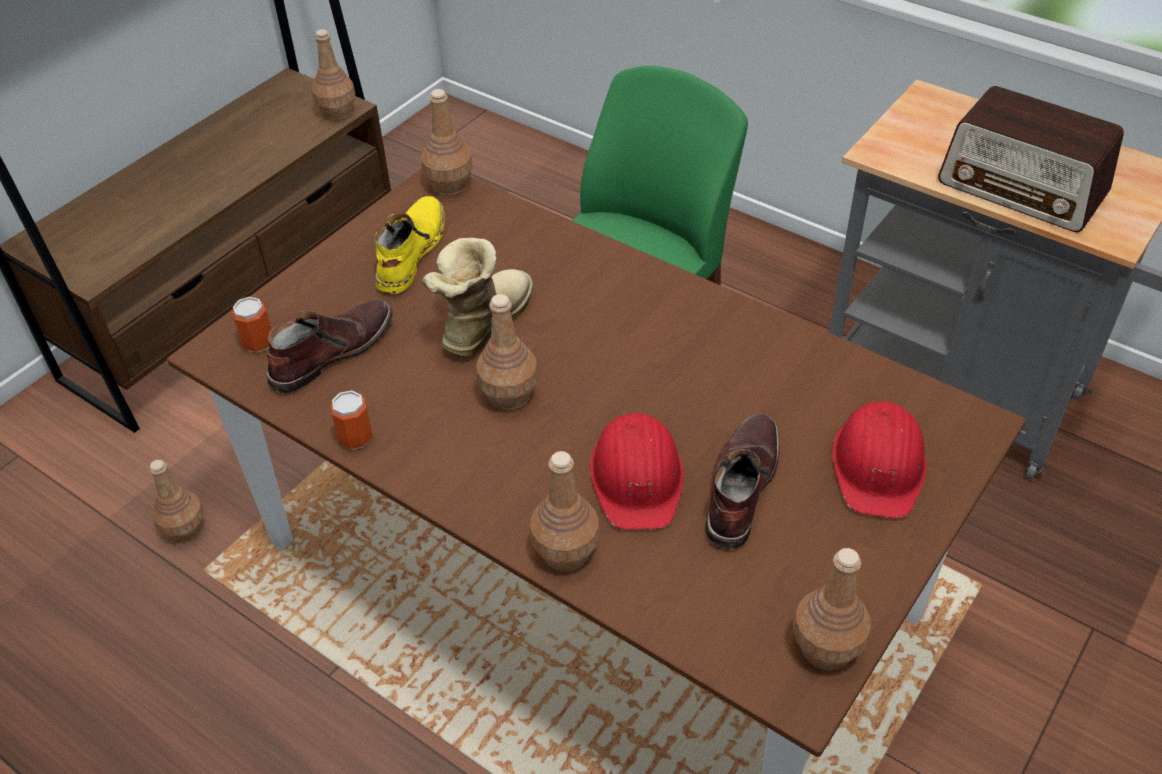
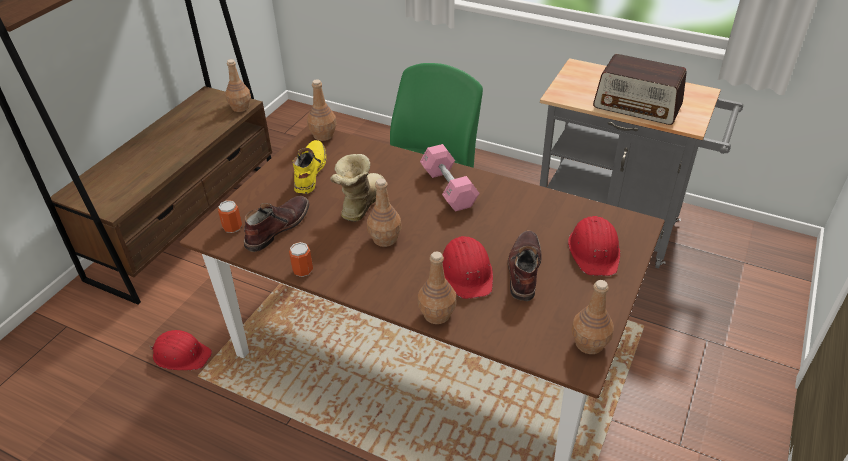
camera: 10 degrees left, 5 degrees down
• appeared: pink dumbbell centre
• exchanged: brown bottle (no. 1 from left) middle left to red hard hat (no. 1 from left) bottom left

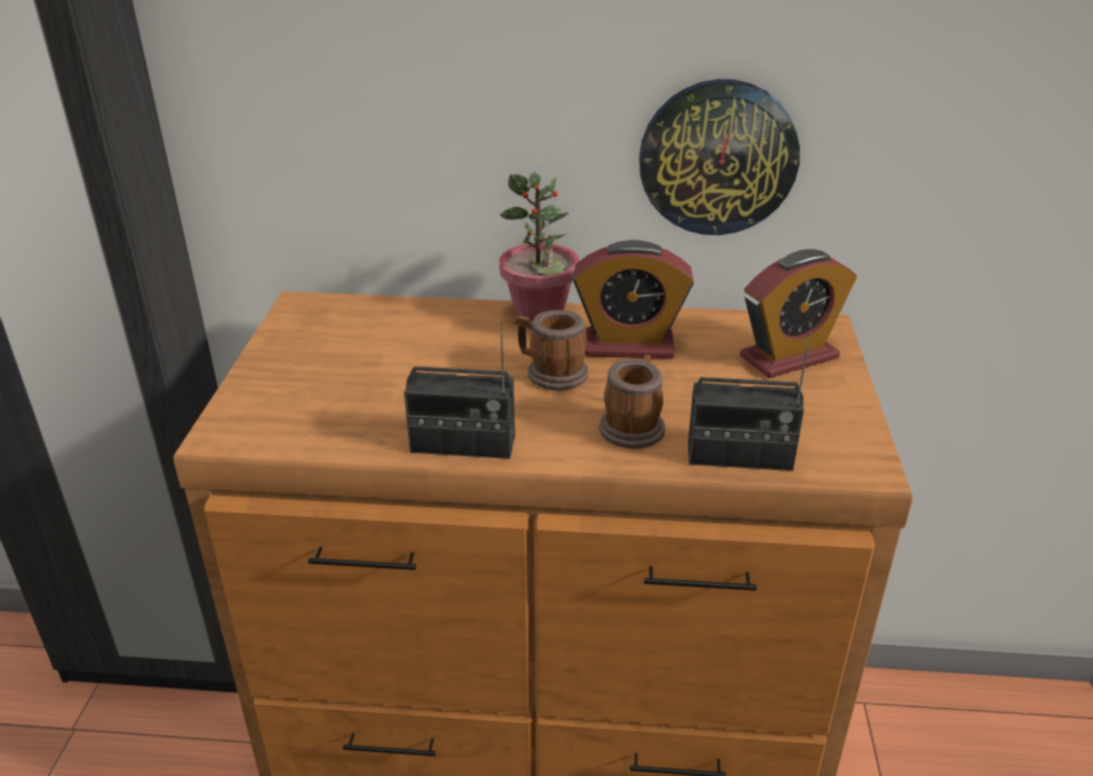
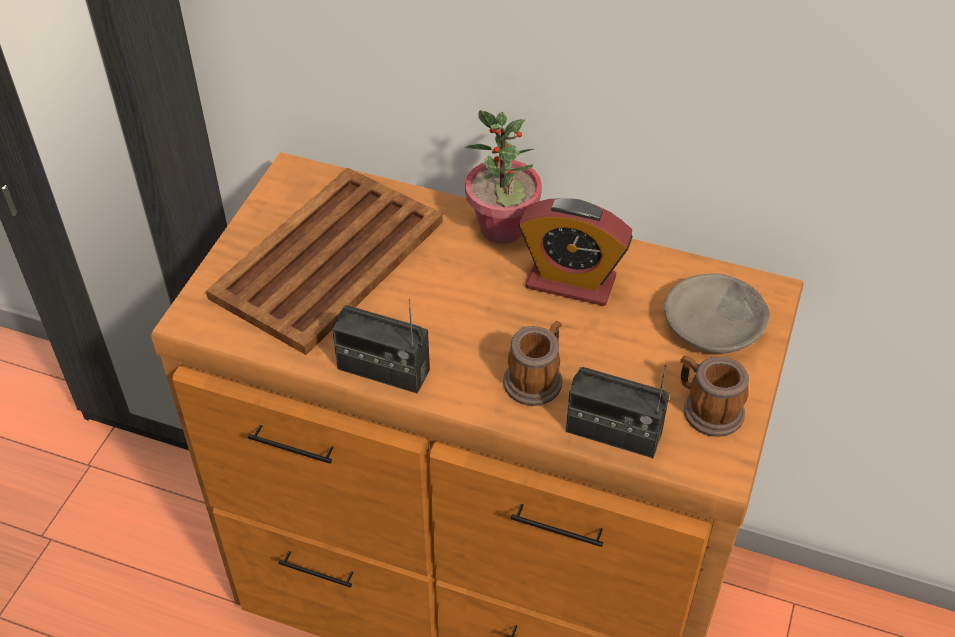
camera: 15 degrees right, 15 degrees up
• missing: wall clock top centre
• appeared: brown tray centre
• relocated: mug (no. 1 from left in the first image) centre to mug (no. 2 from left) middle right
• exchanged: alarm clock (no. 2 from left) middle right to grey bowl middle right

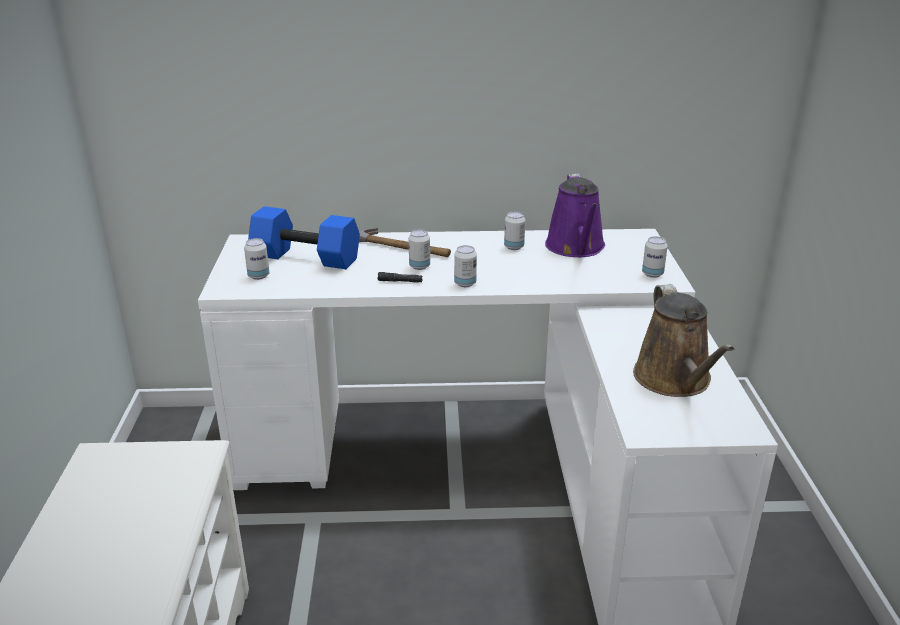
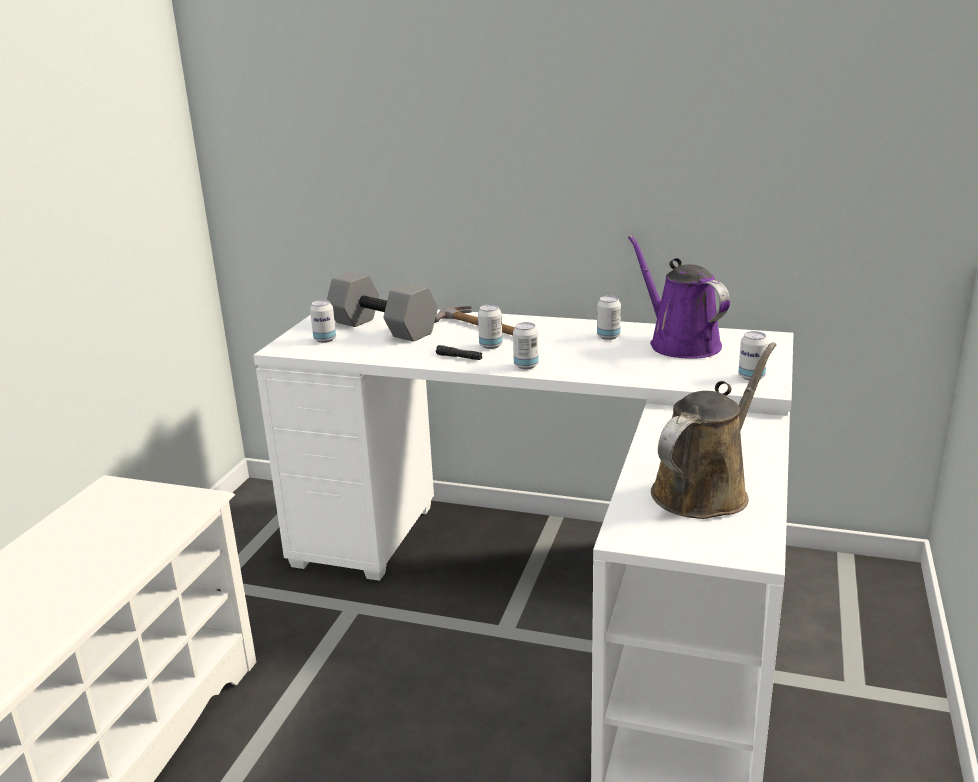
camera: 20 degrees right, 5 degrees down
• colour: blue dumbbell centre to grey dumbbell centre
• spun: purple watering can centre = middle right 135 degrees clockwise
• spun: brown watering can middle right = middle right 150 degrees counterclockwise

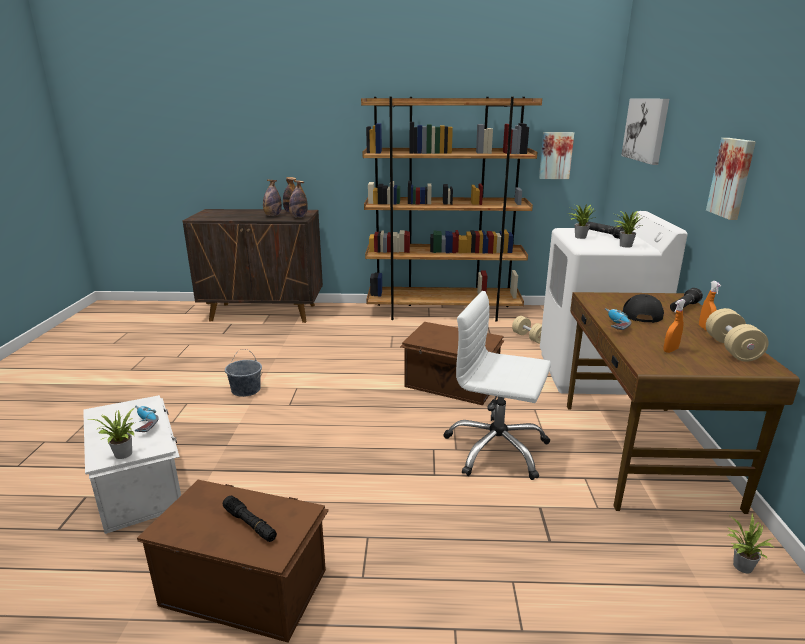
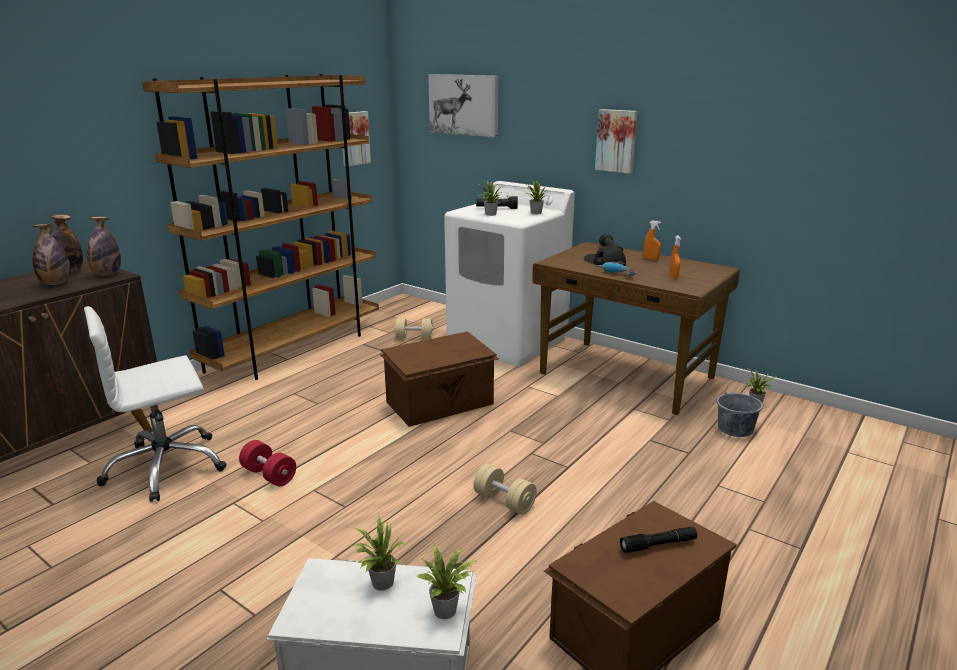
camera: 55 degrees left, 0 degrees up
• appeared: red dumbbell bottom left
• relocated: grey bucket middle left to middle right
• relocated: white office chair centre to middle left
• relocated: beige dumbbell (no. 2 from left) middle right to bottom centre
• exchanged: power drill (no. 1 from left) middle left to potted plant (no. 1 from left) bottom centre

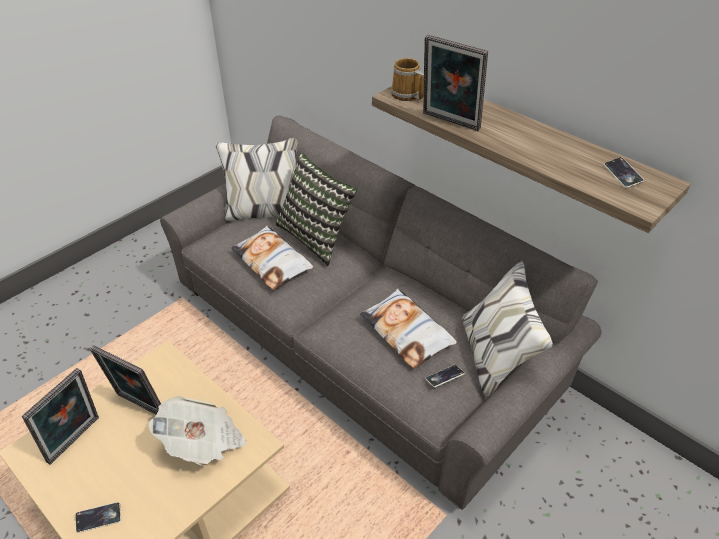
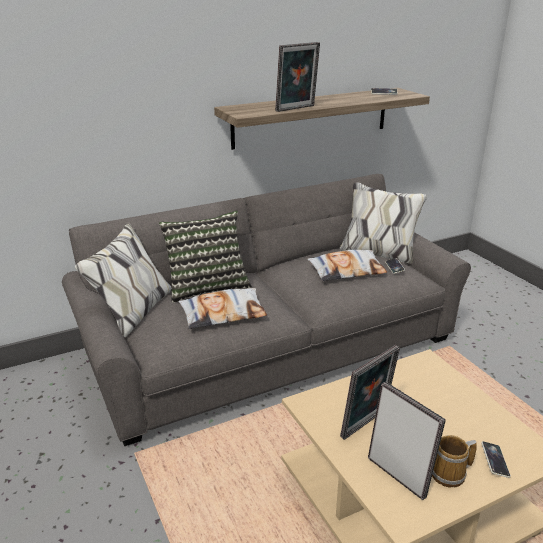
camera: 70 degrees left, 15 degrees down
• missing: newspaper bottom left
• relocated: mug top centre to bottom right

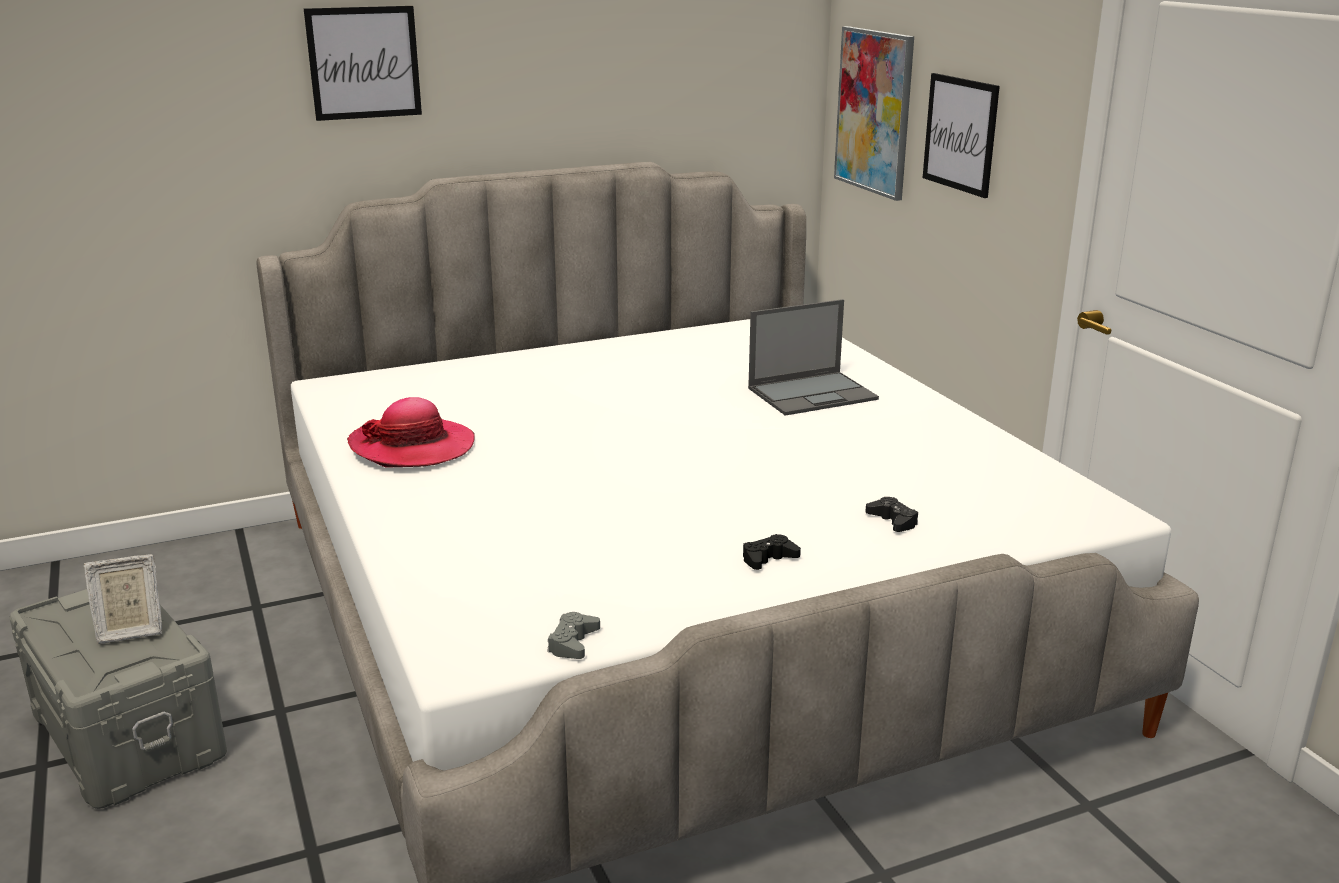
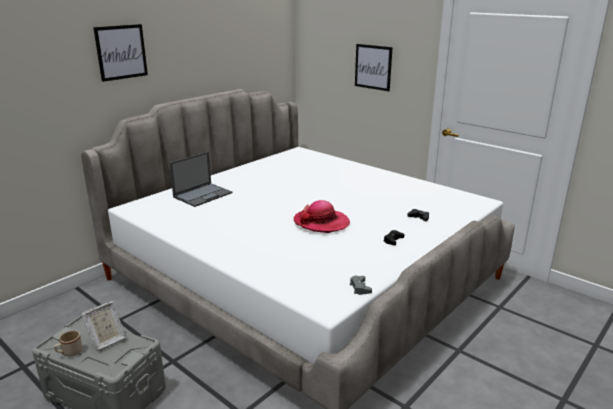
camera: 25 degrees left, 0 degrees up
• missing: picture (no. 2 from left) top centre
• appeared: beige mug bottom left
• relocated: hat middle left to centre
• relocated: laptop centre to middle left

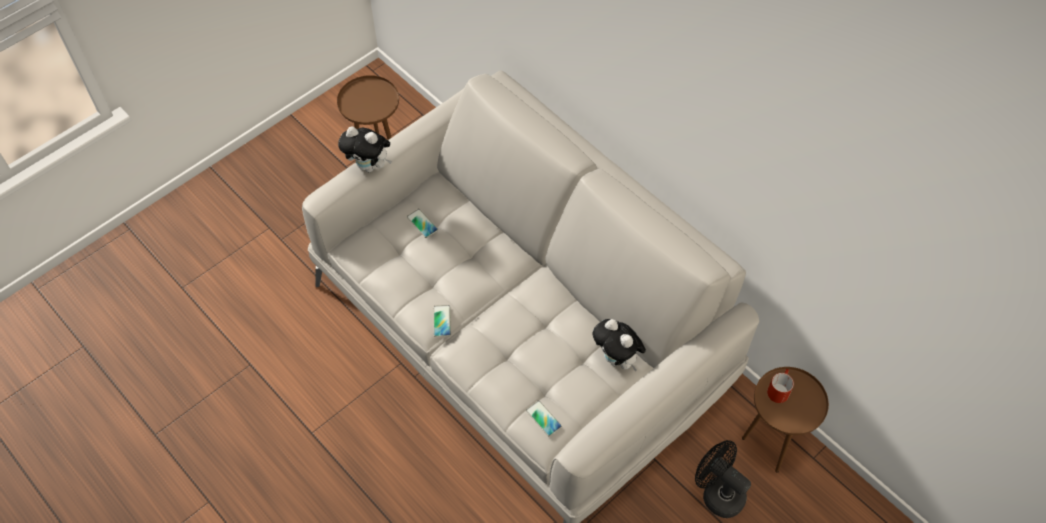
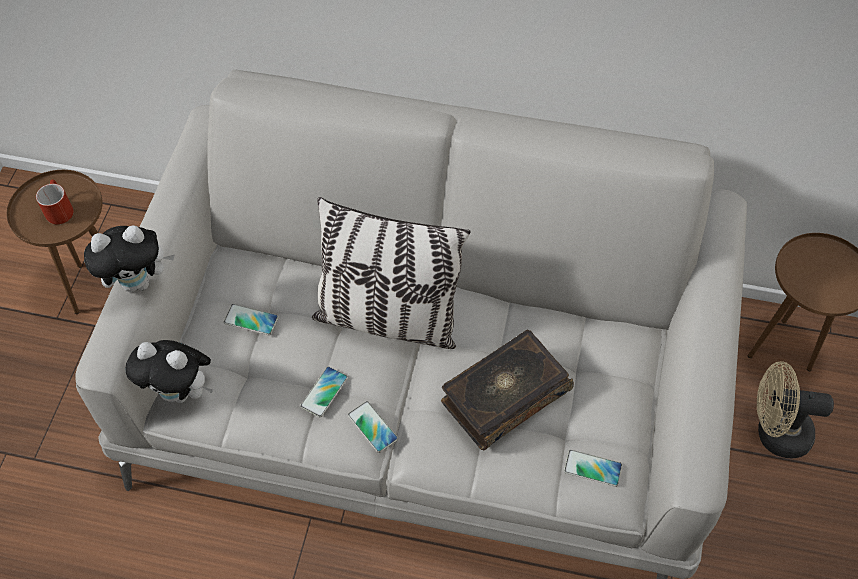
camera: 35 degrees left, 0 degrees up
• appeared: phone (no. 2 from left) bottom centre
• appeared: pillow centre
• appeared: book bottom centre
• relocated: plush toy (no. 2 from left) centre to middle left
• relocated: red mug bottom right to middle left
• colour: black fan bottom right to beige fan bottom right

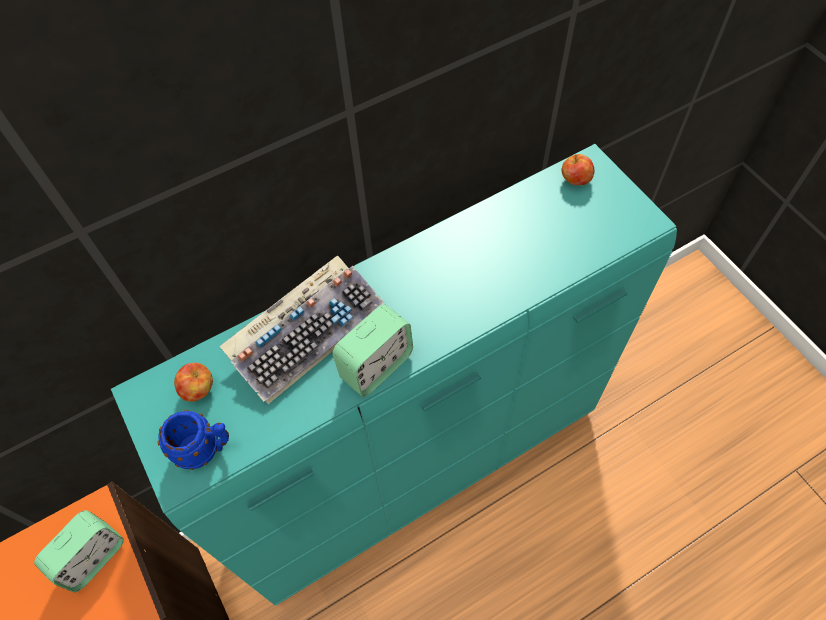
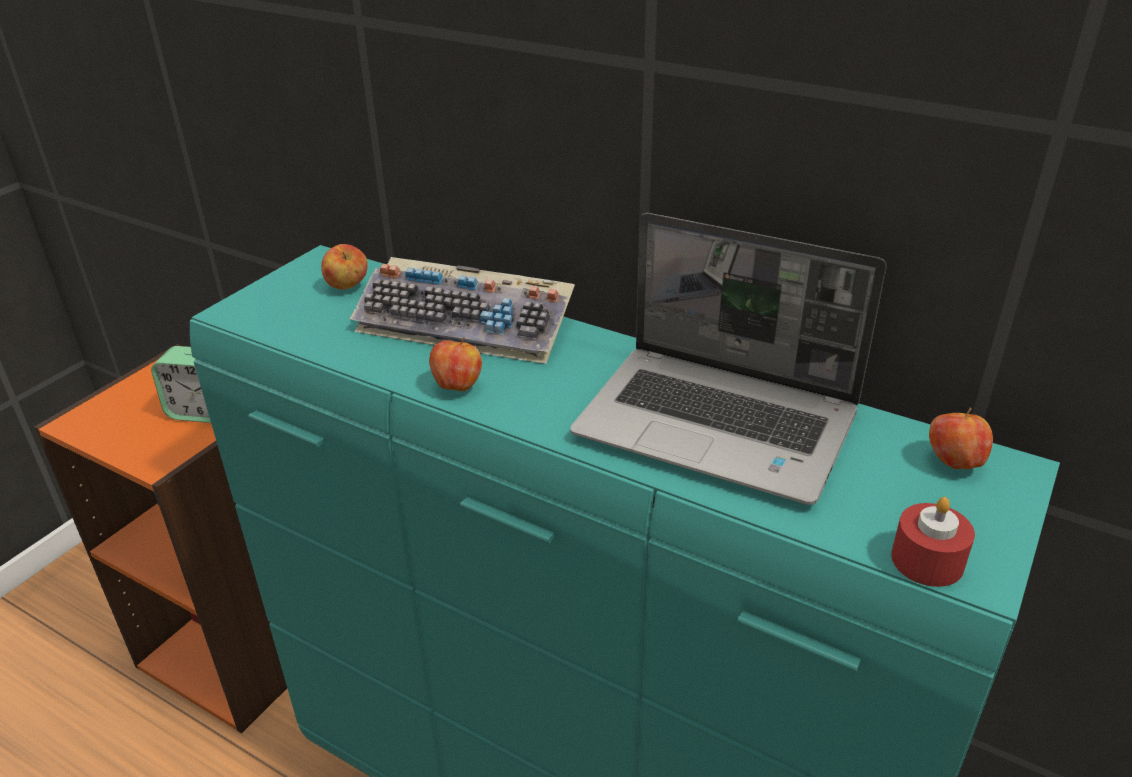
camera: 60 degrees right, 25 degrees down
• missing: blue mug bottom left
• appeared: laptop centre
• appeared: red candle bottom right
• exchanged: alarm clock (no. 2 from left) centre to apple (no. 2 from left) centre

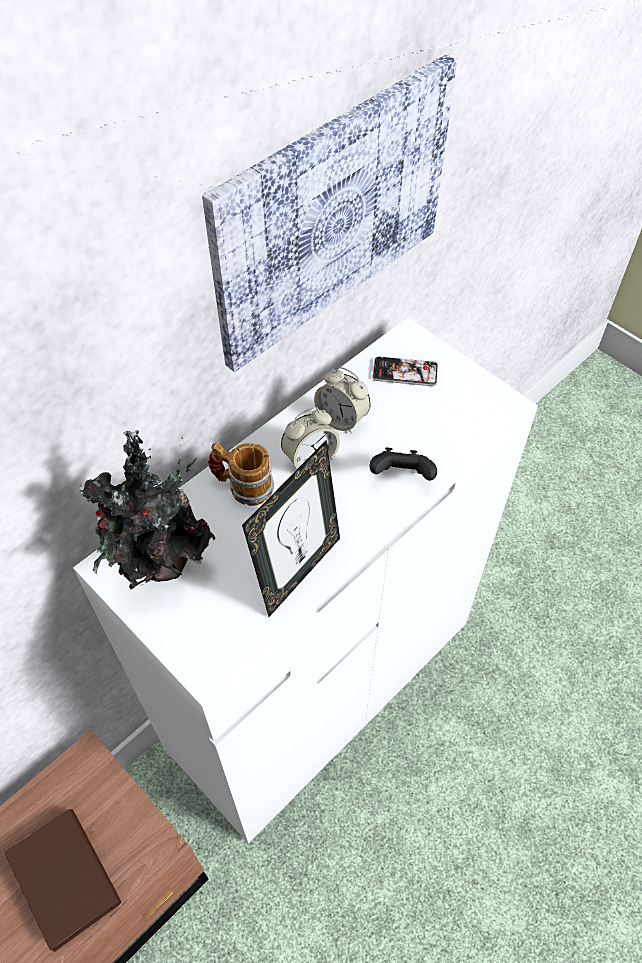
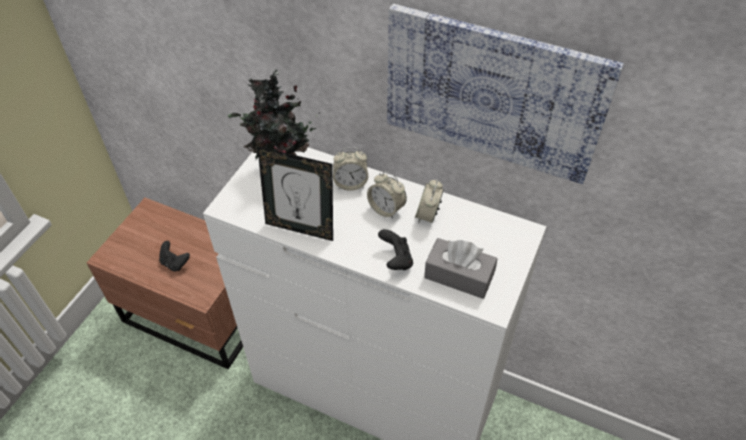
camera: 70 degrees right, 5 degrees down
• missing: phone centre
• appeared: grey tissue box centre
• exchanged: brown book bottom left to black game controller (no. 1 from left) middle left
• exchanged: mug centre to alarm clock (no. 1 from left) centre

